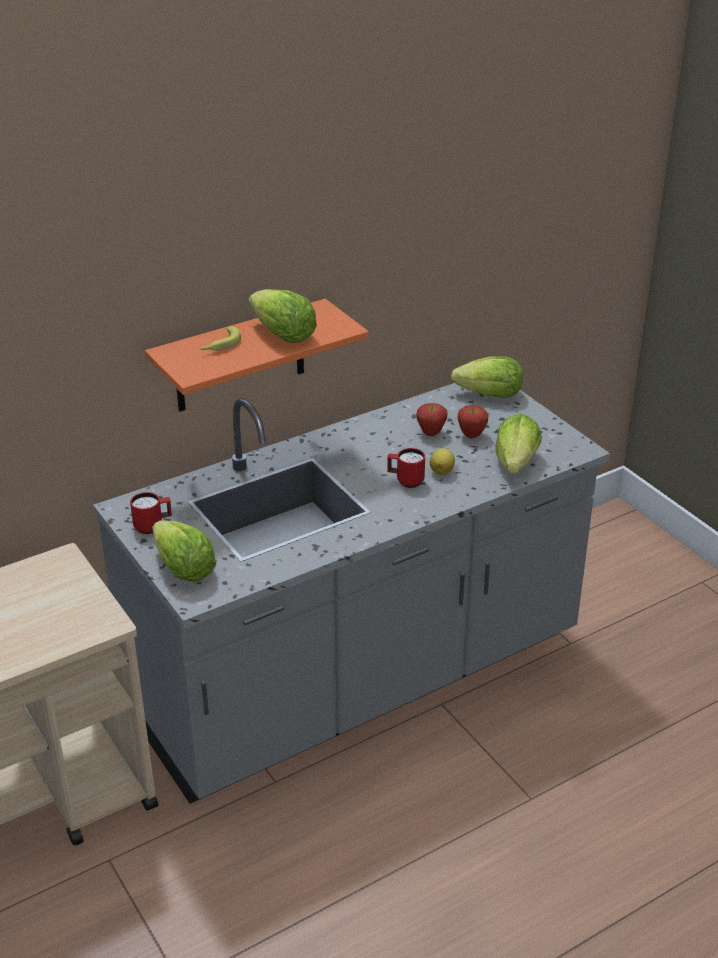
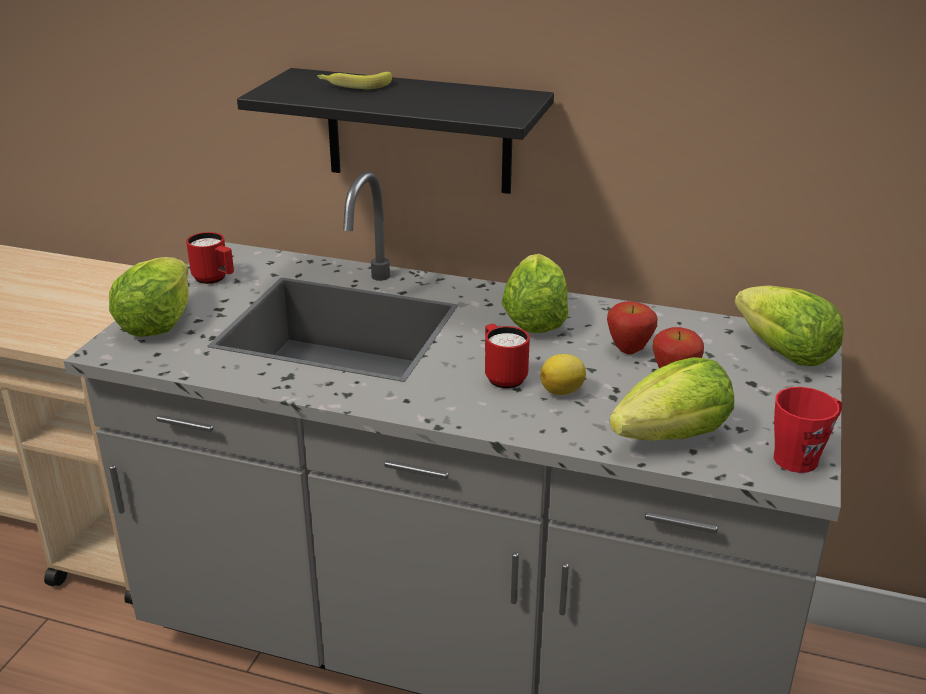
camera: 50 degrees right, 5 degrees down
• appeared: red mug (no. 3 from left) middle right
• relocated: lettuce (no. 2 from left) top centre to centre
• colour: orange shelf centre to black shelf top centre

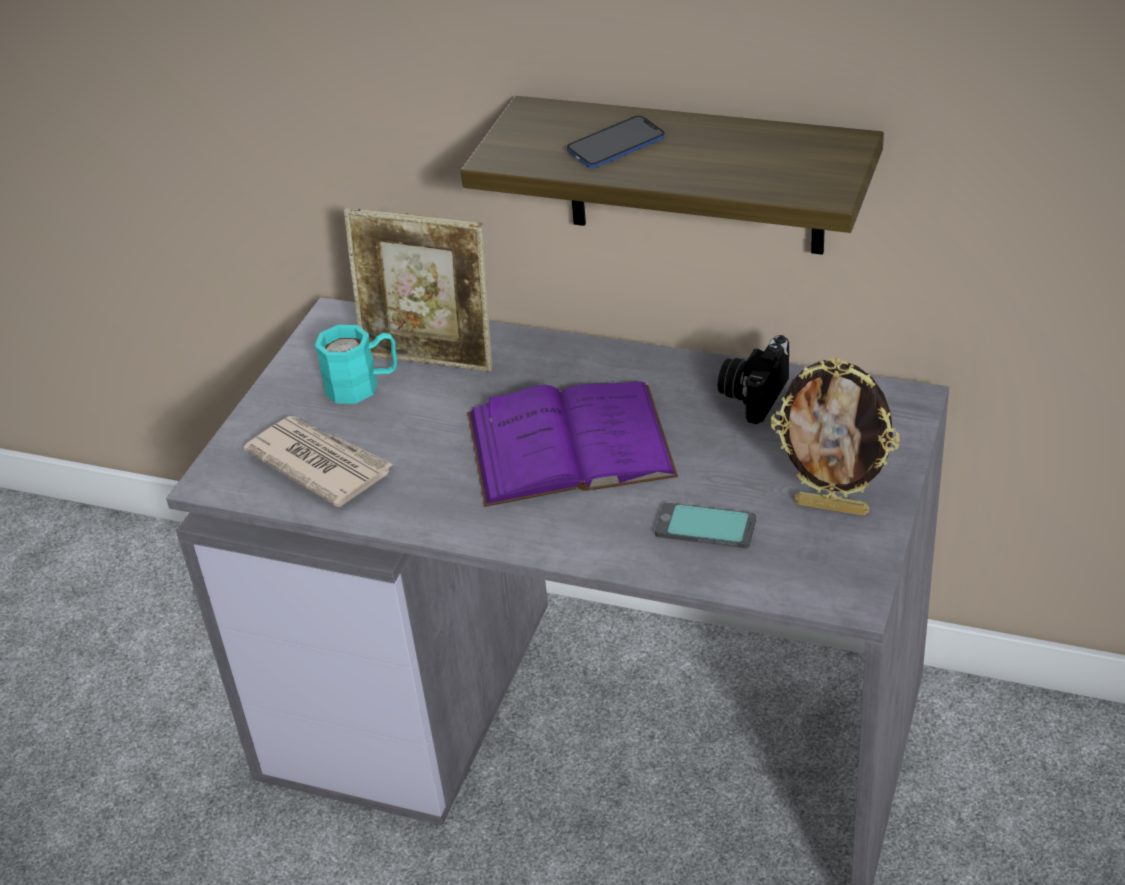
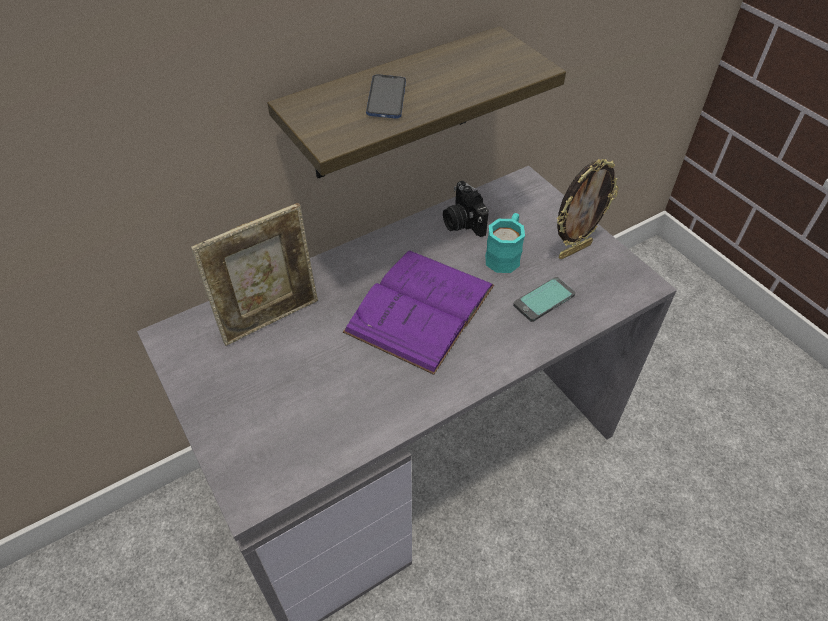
camera: 55 degrees left, 10 degrees up
• missing: newspaper middle left
• relocated: turquoise mug middle left to centre

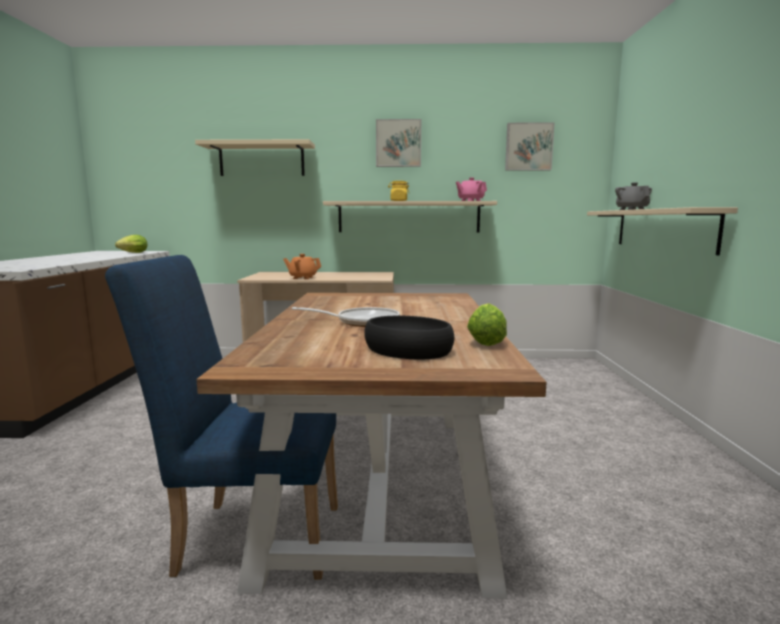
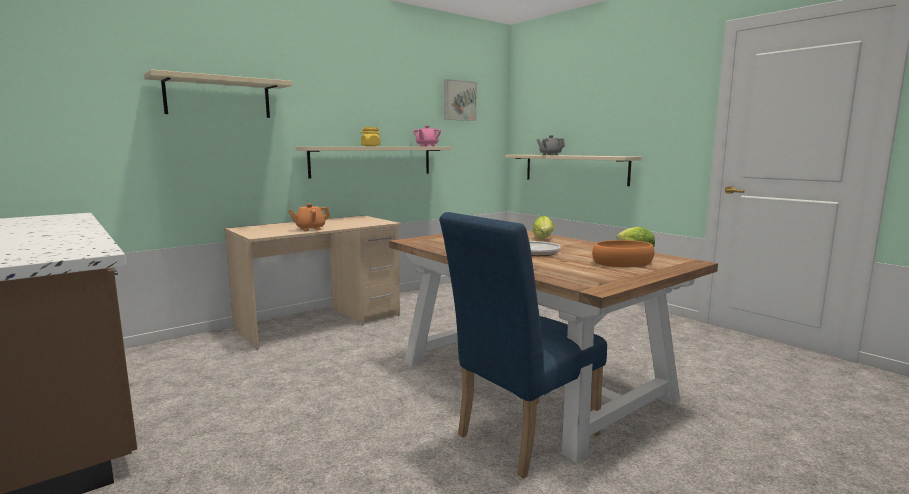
camera: 40 degrees left, 0 degrees up
• missing: picture (no. 1 from left) top centre
• relocated: lettuce (no. 1 from left) middle left to centre
• colour: black bowl centre to orange bowl middle right

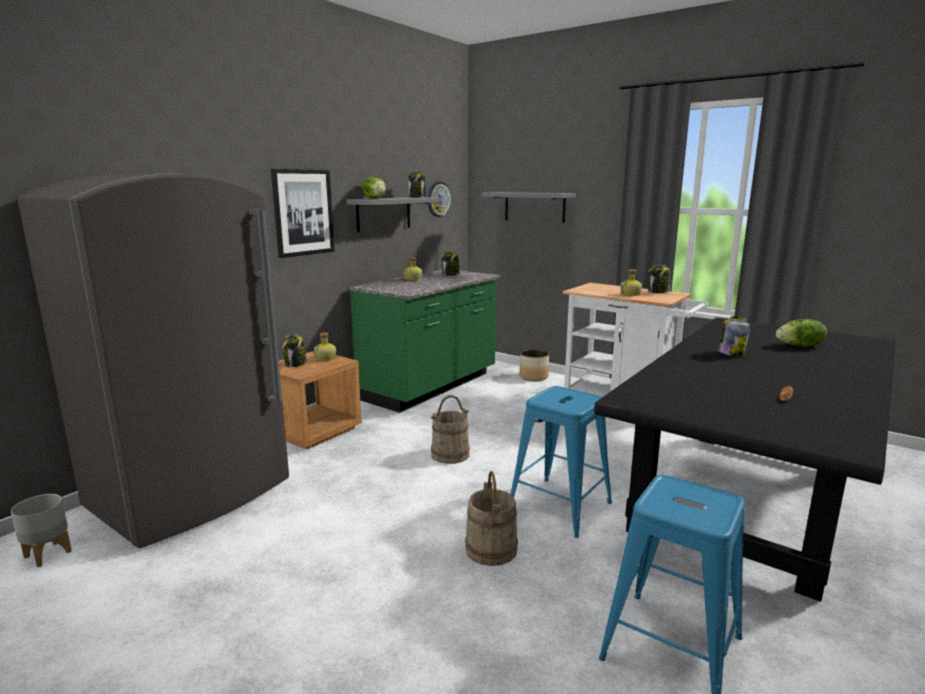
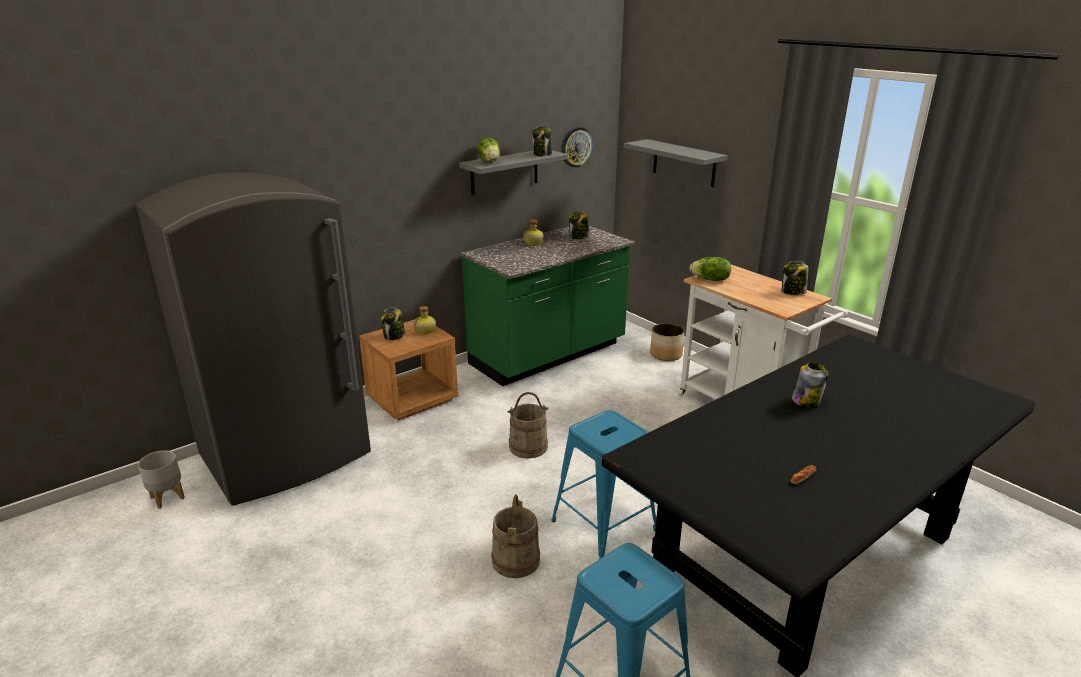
camera: 15 degrees right, 10 degrees up
• missing: picture top left
• missing: bottle (no. 3 from left) middle right
• relocated: lettuce (no. 2 from left) middle right to centre

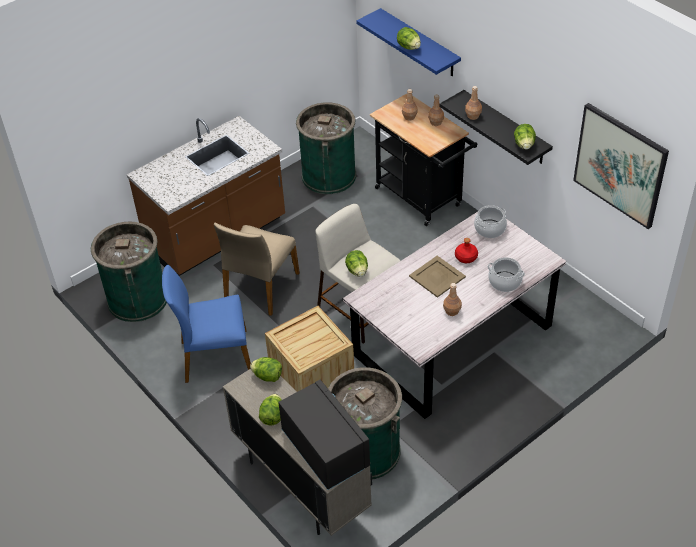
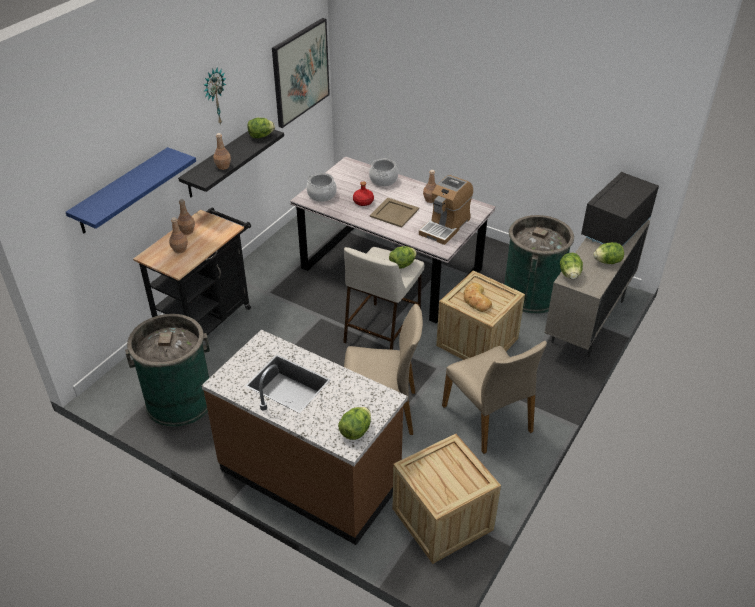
camera: 110 degrees left, 5 degrees down
• appeared: wall clock top left
• appeared: coffee machine centre
• appeared: bread centre
• relocated: lettuce (no. 4 from left in the first image) top centre to lettuce (no. 2 from left) bottom centre
• exchanged: green trash can (no. 1 from left) middle left to crate (no. 1 from left) bottom centre
• colour: blue chair middle left to beige chair (no. 2 from left) centre

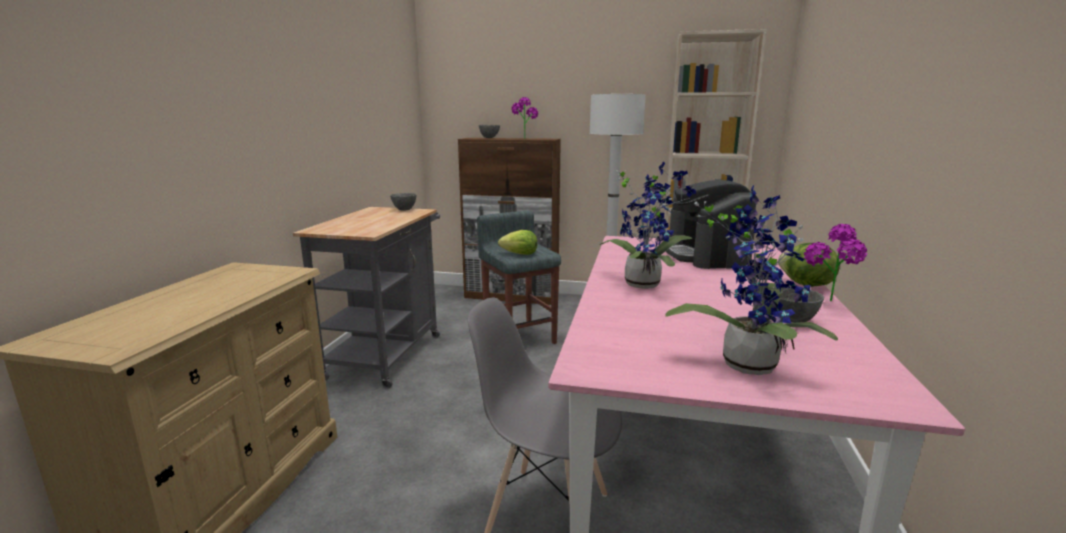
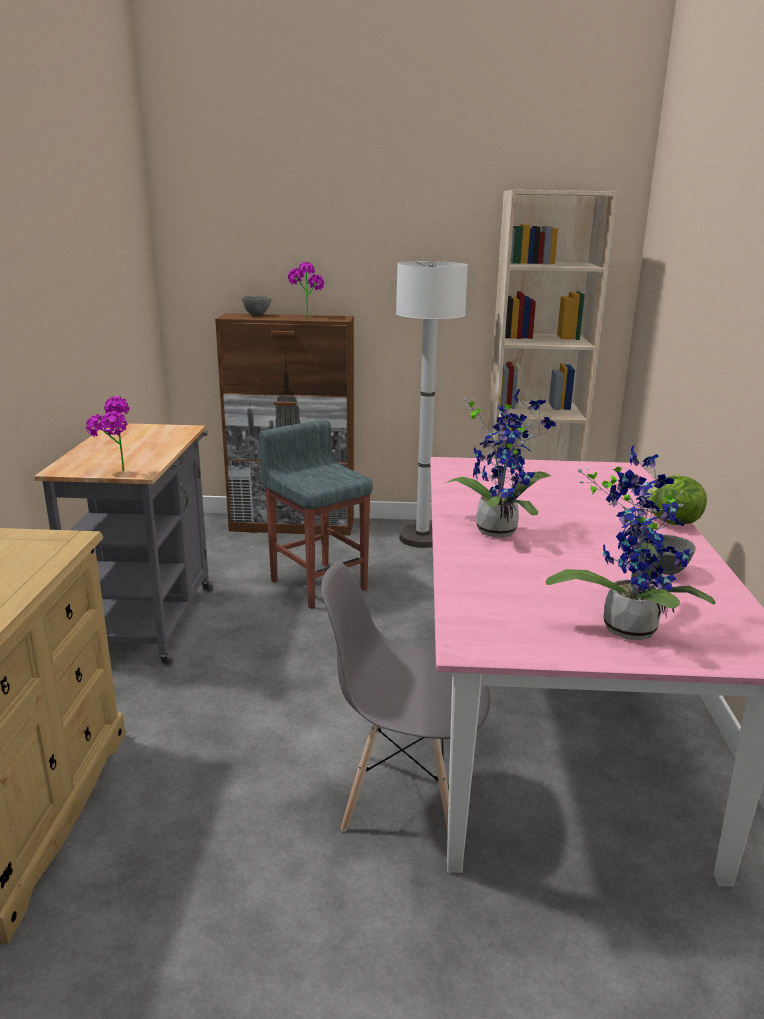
camera: 10 degrees left, 5 degrees up
• missing: grey bowl (no. 1 from left) centre
• missing: lettuce (no. 1 from left) centre
• missing: coffee machine middle right
• relocated: potted plant (no. 4 from left in the first image) middle right to potted plant (no. 1 from left) middle left

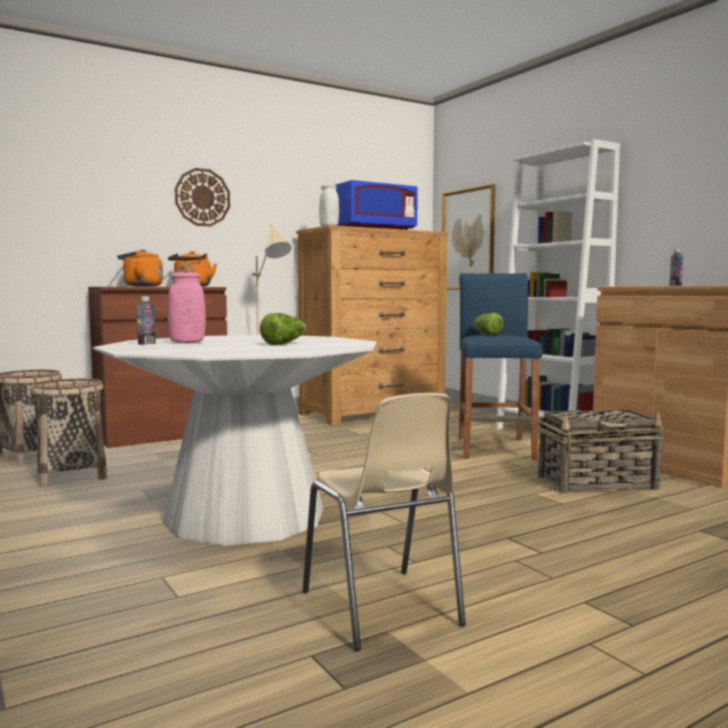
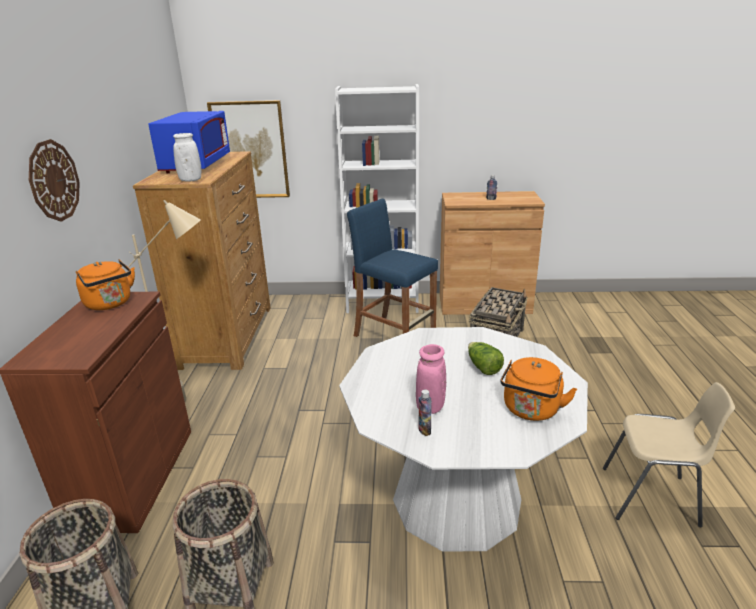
camera: 55 degrees left, 20 degrees up
• missing: lettuce (no. 2 from left) middle right
• relocated: orange kettle (no. 1 from left in the first image) middle left to orange kettle (no. 2 from left) middle right

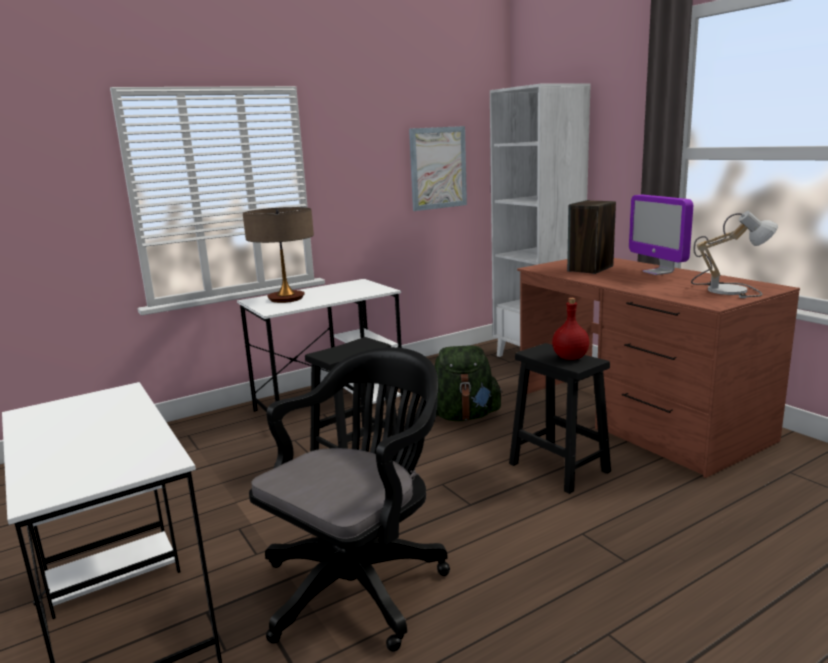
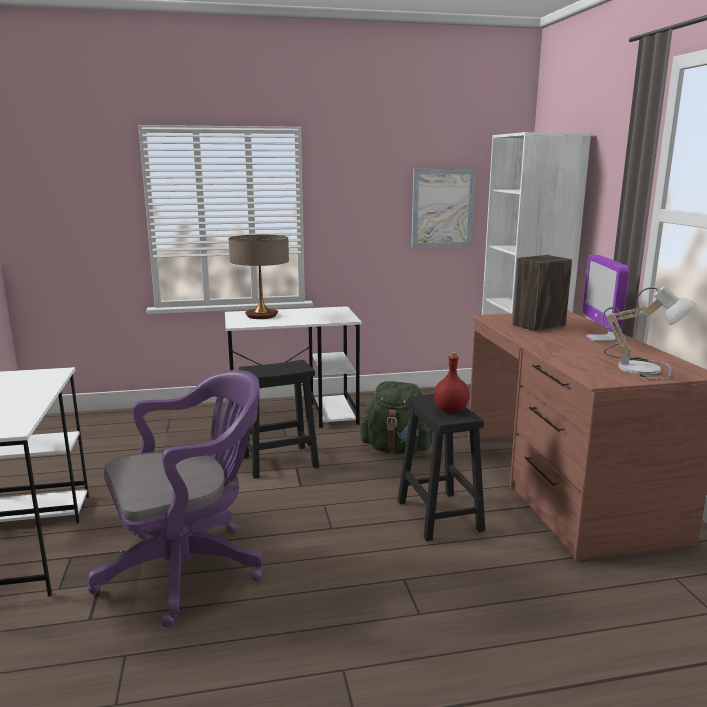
camera: 20 degrees right, 0 degrees up
• colour: black office chair bottom centre to purple office chair bottom left

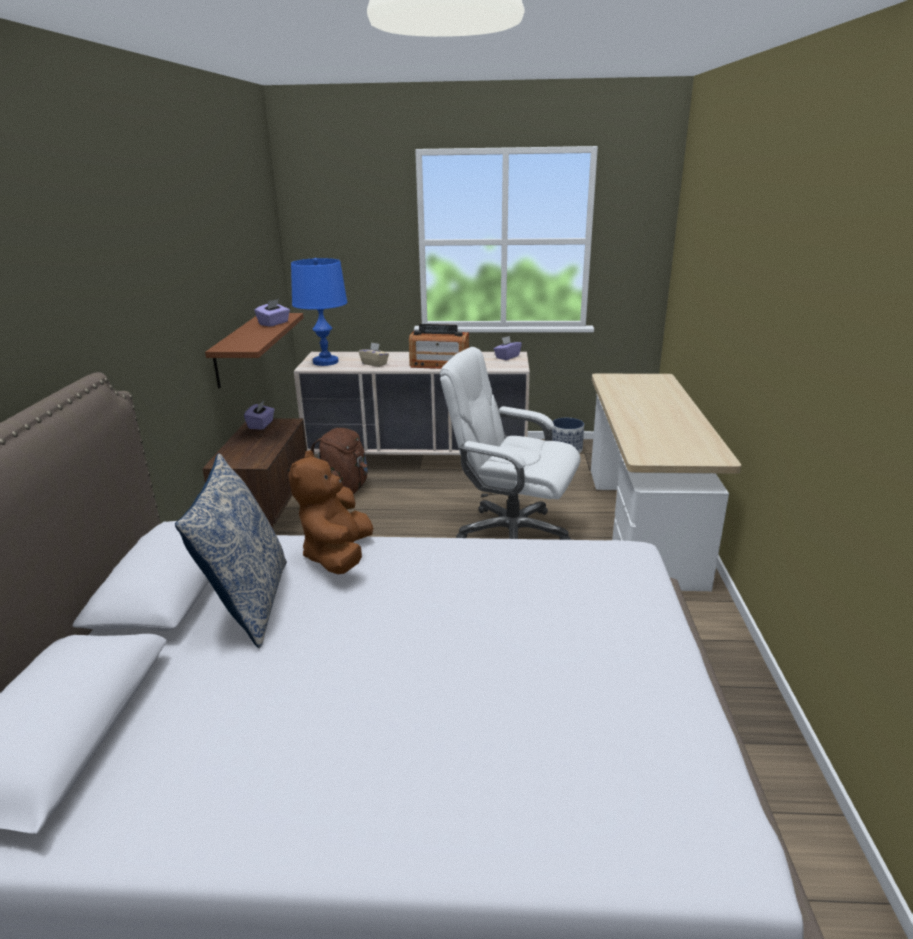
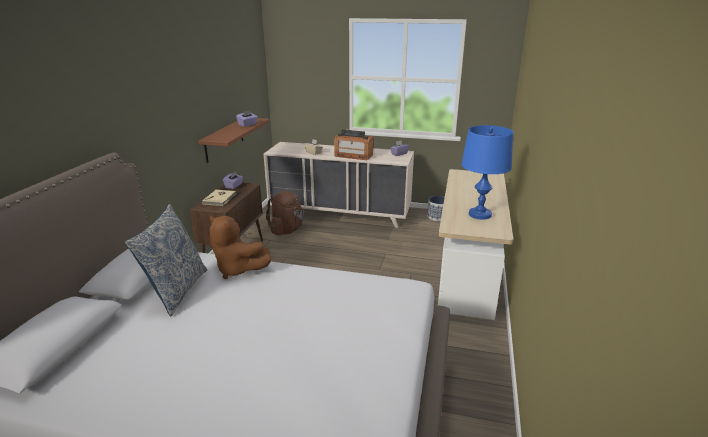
camera: 10 degrees right, 0 degrees up
• missing: white office chair centre
• appeared: beige book middle left
• relocated: blue table lamp top centre to middle right
• spun: brown plush toy centre = centre 75 degrees counterclockwise

